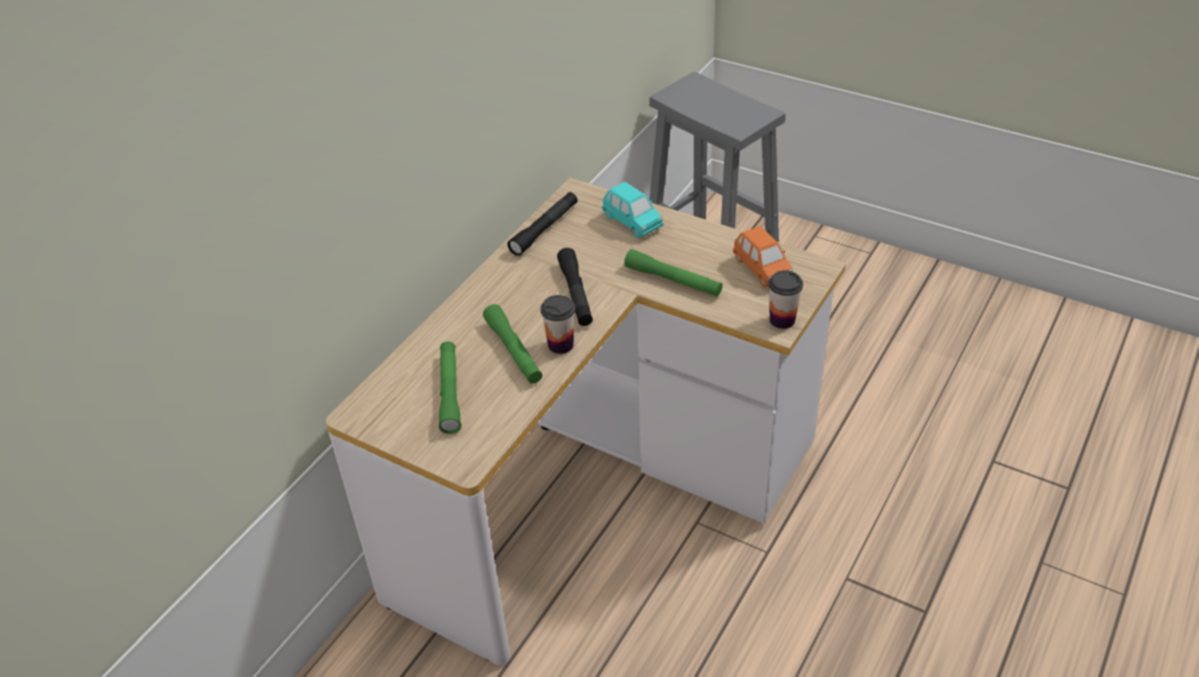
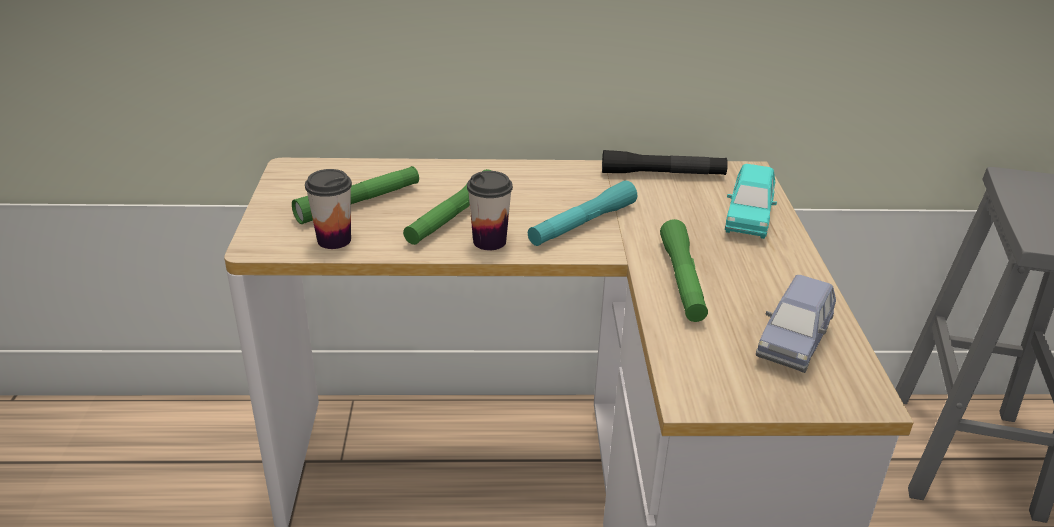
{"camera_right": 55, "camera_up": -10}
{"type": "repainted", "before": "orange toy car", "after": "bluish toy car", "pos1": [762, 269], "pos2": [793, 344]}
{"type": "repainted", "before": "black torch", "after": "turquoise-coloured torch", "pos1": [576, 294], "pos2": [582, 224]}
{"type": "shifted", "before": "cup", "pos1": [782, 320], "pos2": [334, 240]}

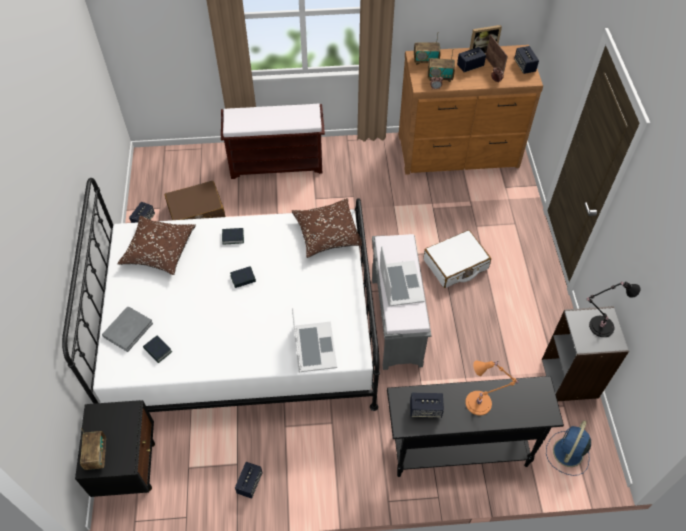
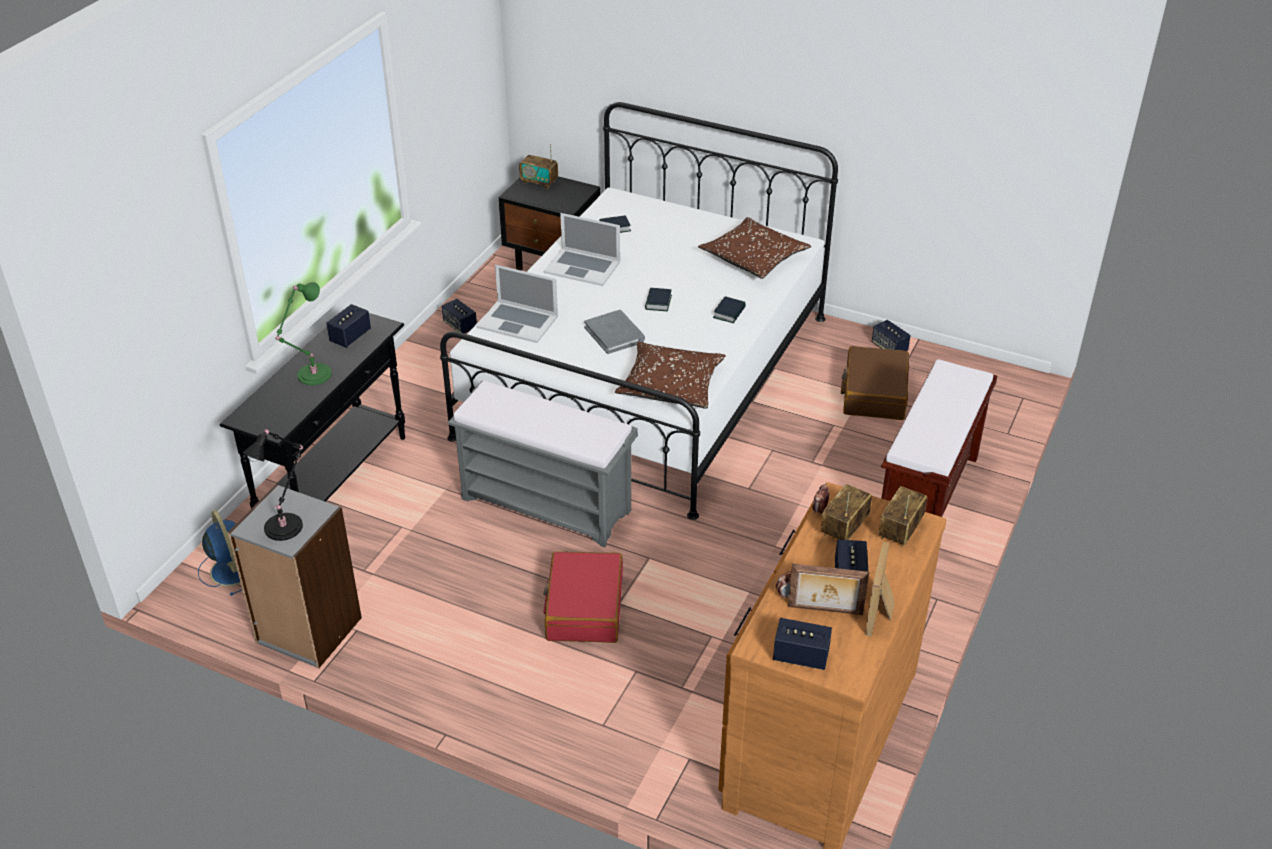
{"camera_right": 120, "camera_up": -15}
{"type": "repainted", "before": "white-coloured piece of luggage", "after": "red-coloured piece of luggage", "pos1": [455, 264], "pos2": [584, 608]}
{"type": "shifted", "before": "portable computer", "pos1": [401, 283], "pos2": [582, 267]}
{"type": "shifted", "before": "greyish volume", "pos1": [128, 330], "pos2": [614, 334]}
{"type": "repainted", "before": "orange table lamp", "after": "greenish table lamp", "pos1": [480, 403], "pos2": [312, 376]}

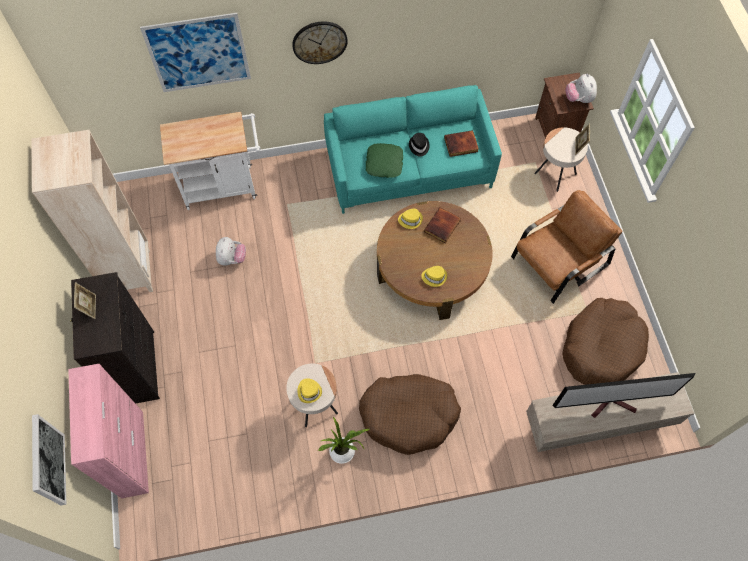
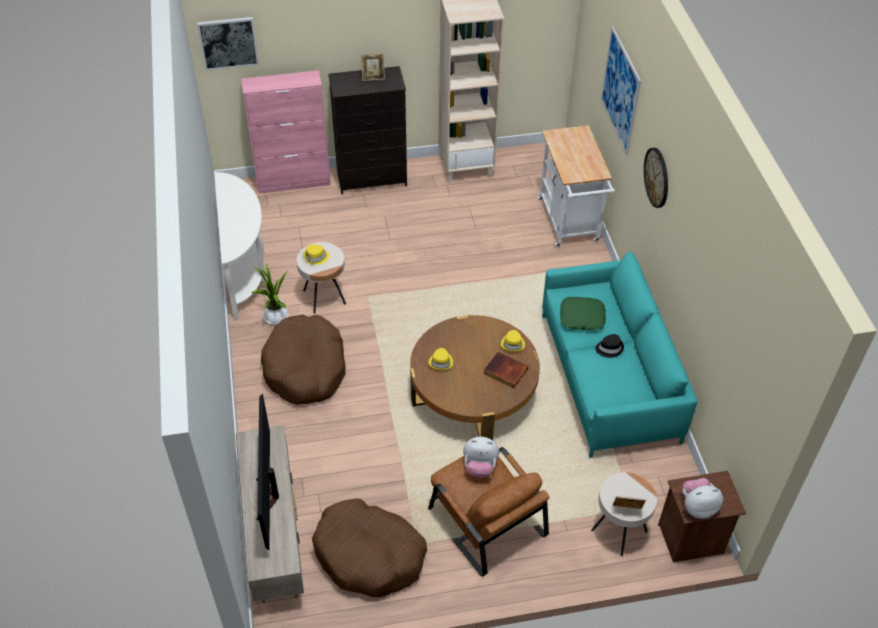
{"camera_right": 90, "camera_up": -15}
{"type": "gone", "before": "volume", "pos1": [461, 145]}
{"type": "shifted", "before": "cuddly toy", "pos1": [232, 258], "pos2": [480, 467]}
{"type": "new", "after": "white-coloured narrow table", "pos2": [247, 272]}

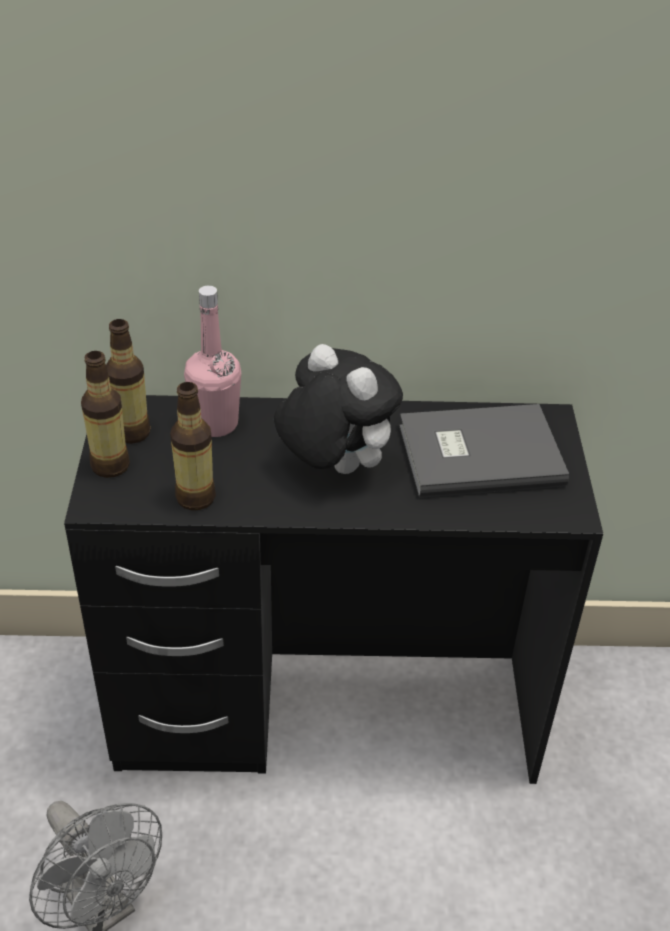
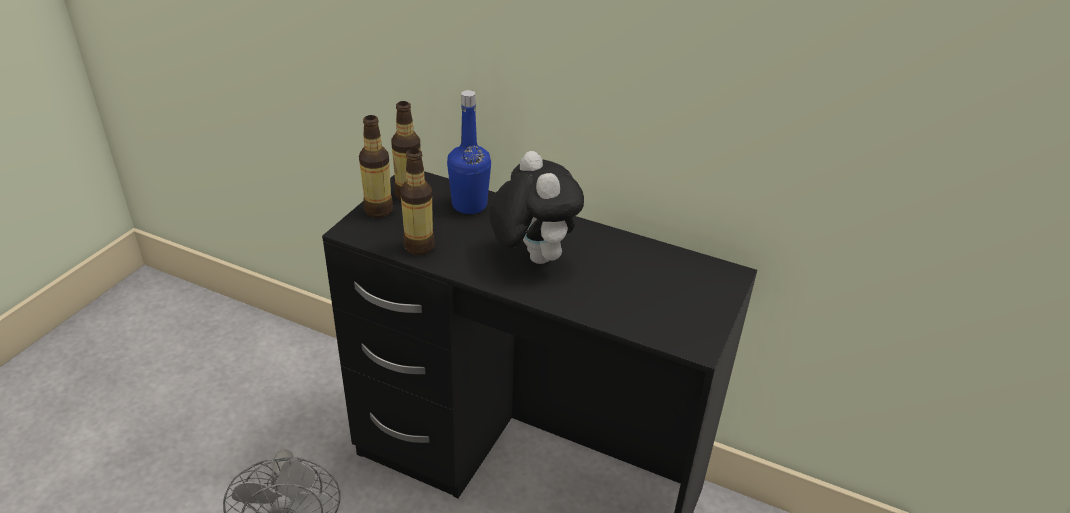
{"camera_right": 25, "camera_up": -5}
{"type": "repainted", "before": "pink beverage bottle", "after": "bluish beverage bottle", "pos1": [215, 424], "pos2": [469, 205]}
{"type": "gone", "before": "greyish volume", "pos1": [477, 452]}

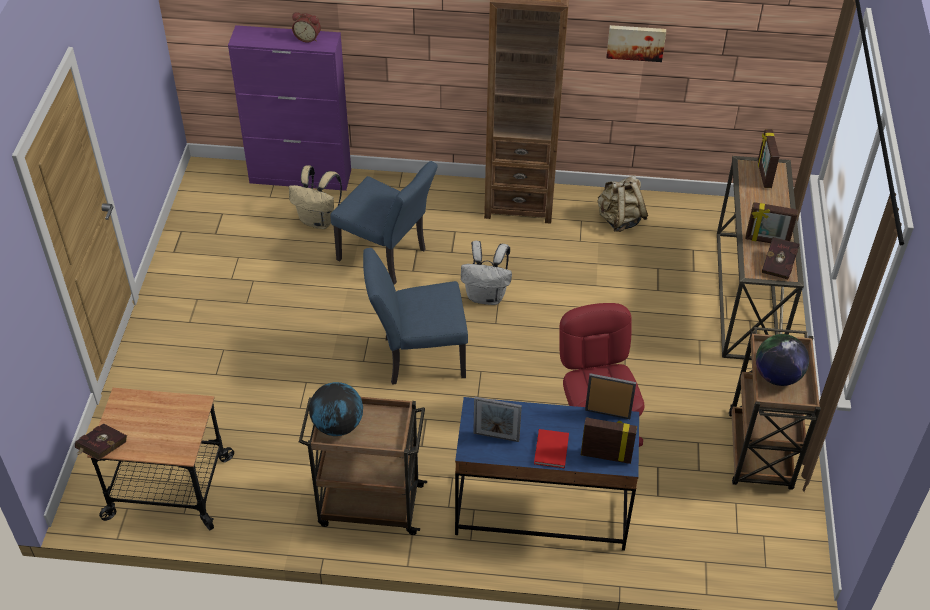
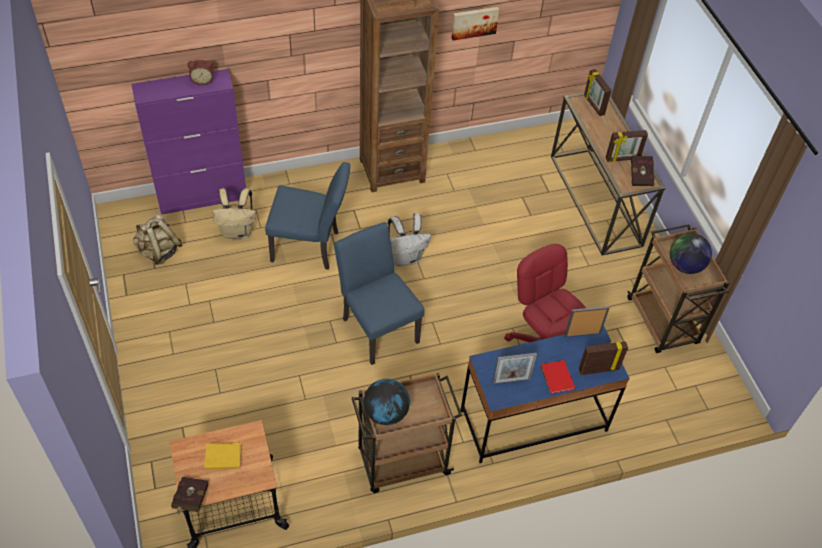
{"camera_right": -25, "camera_up": 5}
{"type": "shifted", "before": "sand-coloured rucksack", "pos1": [619, 220], "pos2": [159, 251]}
{"type": "rotated", "before": "bluish plain chair", "pos1": [417, 357], "pos2": [377, 326], "turn": 90}
{"type": "new", "after": "yellow volume", "pos2": [222, 456]}

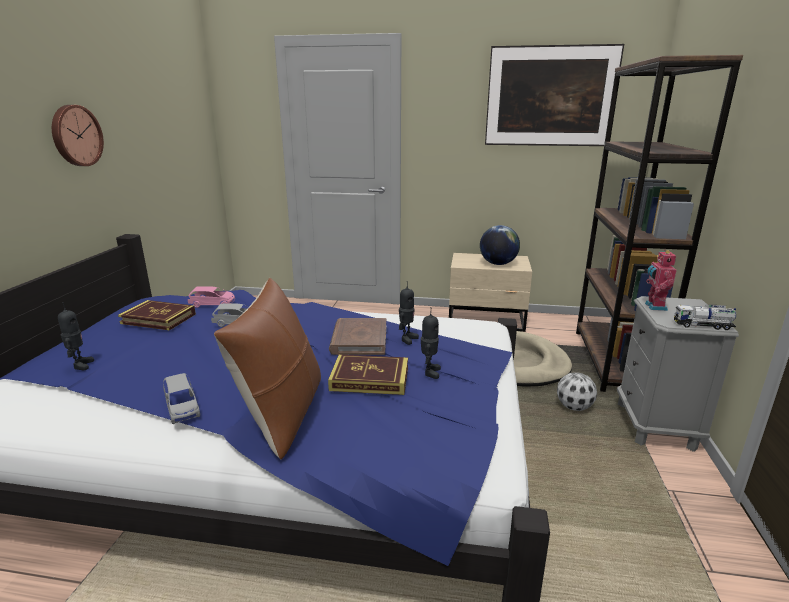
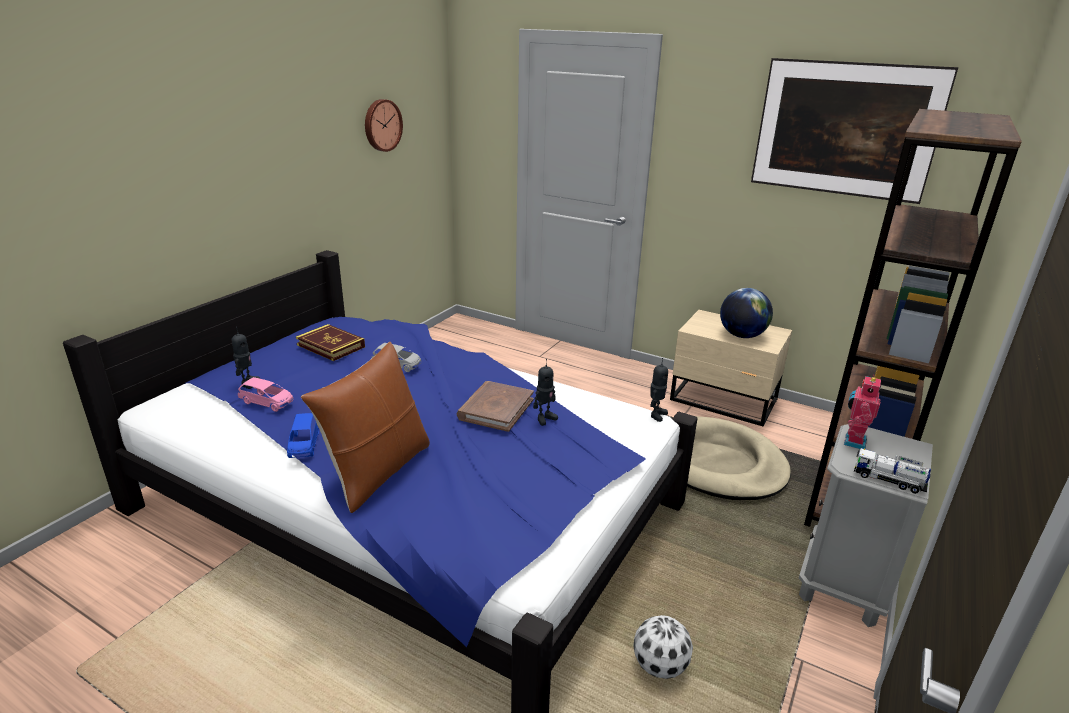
{"camera_right": 20, "camera_up": 5}
{"type": "shifted", "before": "hanging clock", "pos1": [75, 136], "pos2": [381, 125]}
{"type": "shifted", "before": "pink toy car", "pos1": [213, 304], "pos2": [267, 402]}
{"type": "shifted", "before": "toy robot", "pos1": [430, 372], "pos2": [656, 415]}
{"type": "gone", "before": "volume", "pos1": [370, 379]}
{"type": "shifted", "before": "ball for football", "pos1": [574, 407], "pos2": [660, 666]}
{"type": "repainted", "before": "greyish toy car", "after": "bluish toy car", "pos1": [182, 408], "pos2": [304, 445]}

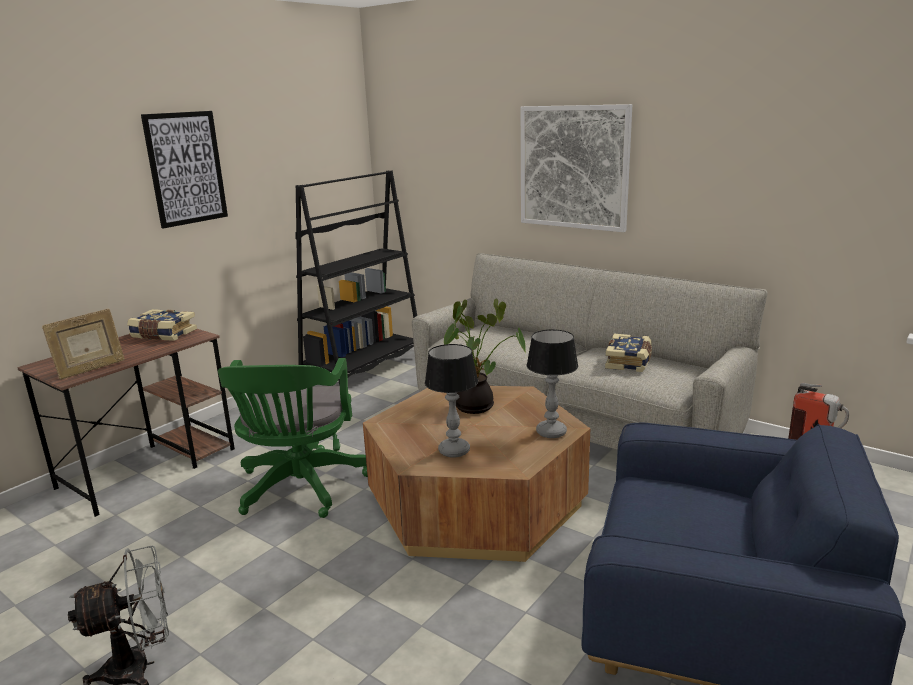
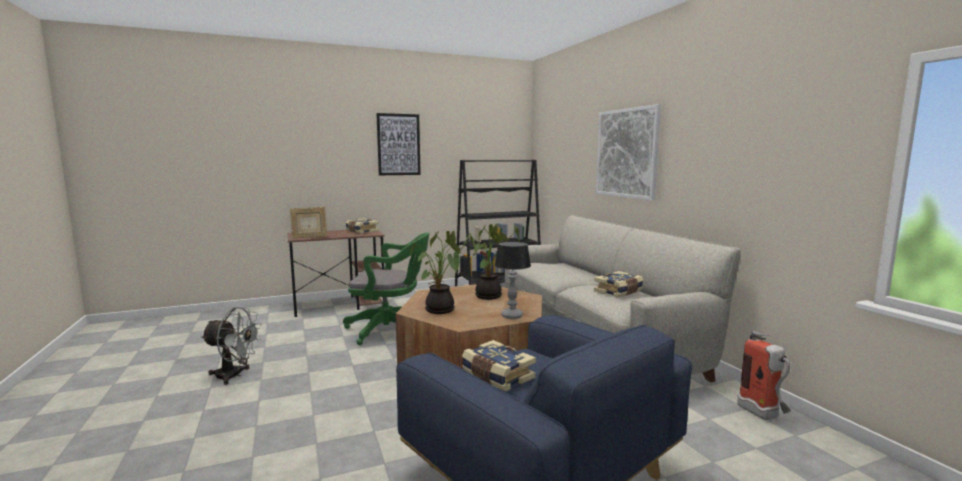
{"camera_right": 30, "camera_up": -10}
{"type": "swapped", "before": "table lamp", "after": "houseplant", "pos1": [454, 450], "pos2": [441, 311]}
{"type": "rotated", "before": "greenish office chair", "pos1": [299, 489], "pos2": [391, 330], "turn": -120}
{"type": "new", "after": "volume", "pos2": [496, 376]}

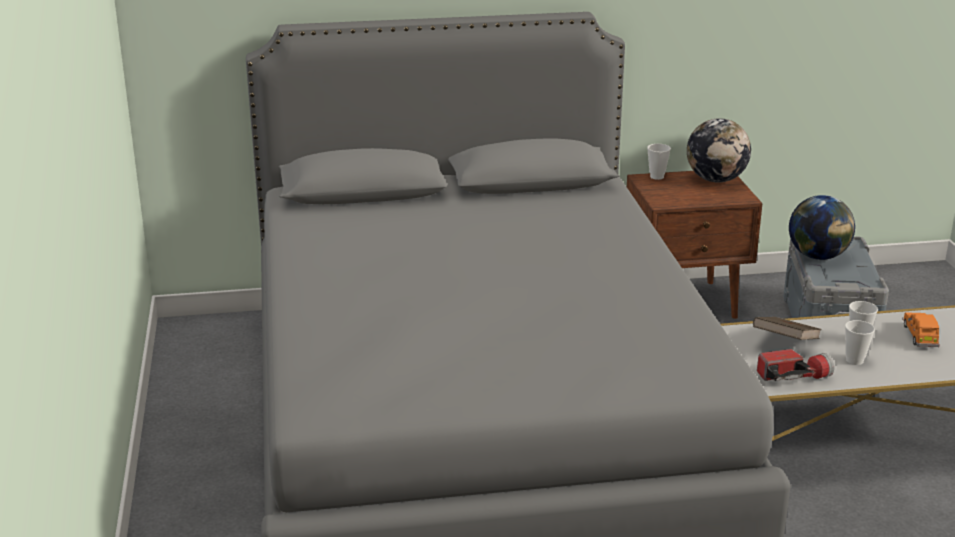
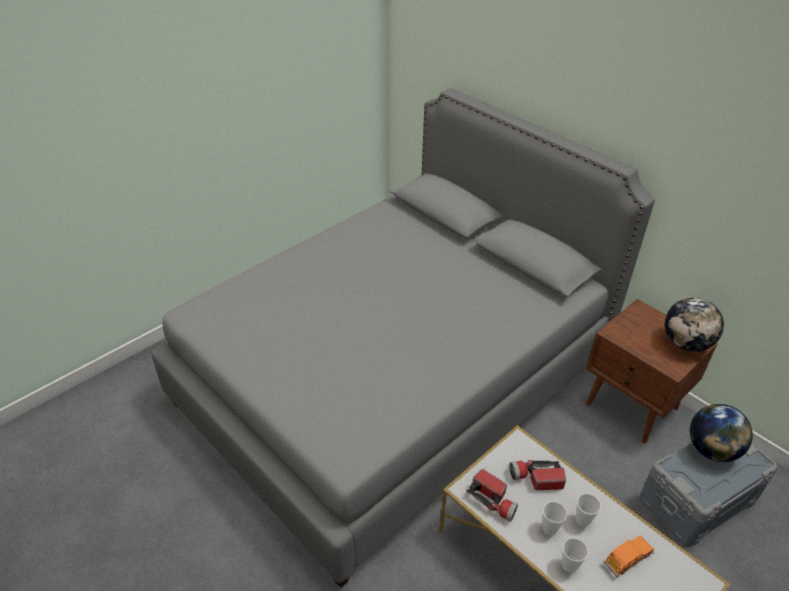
{"camera_right": 55, "camera_up": 15}
{"type": "shifted", "before": "cup", "pos1": [657, 177], "pos2": [569, 566]}
{"type": "swapped", "before": "brownish volume", "after": "torch", "pos1": [785, 343], "pos2": [536, 478]}

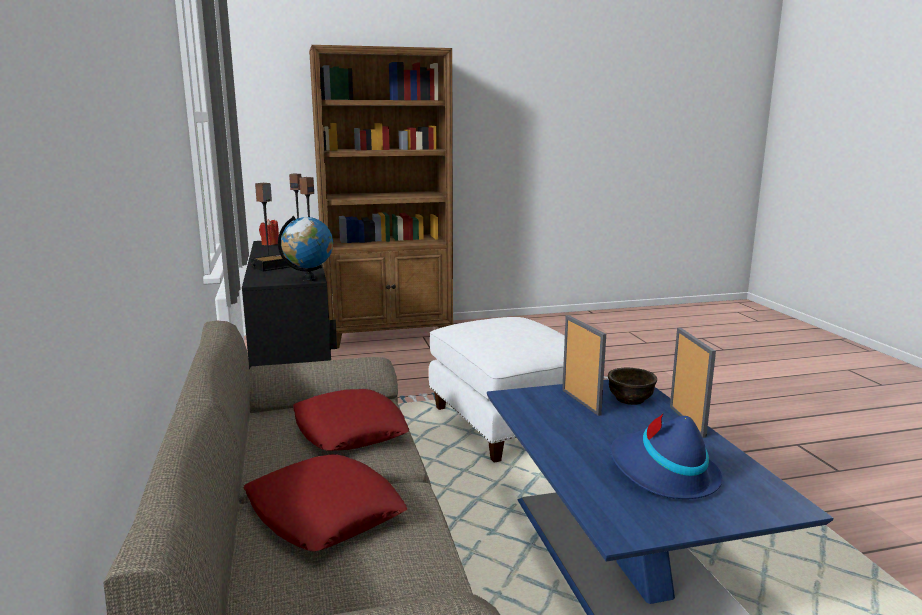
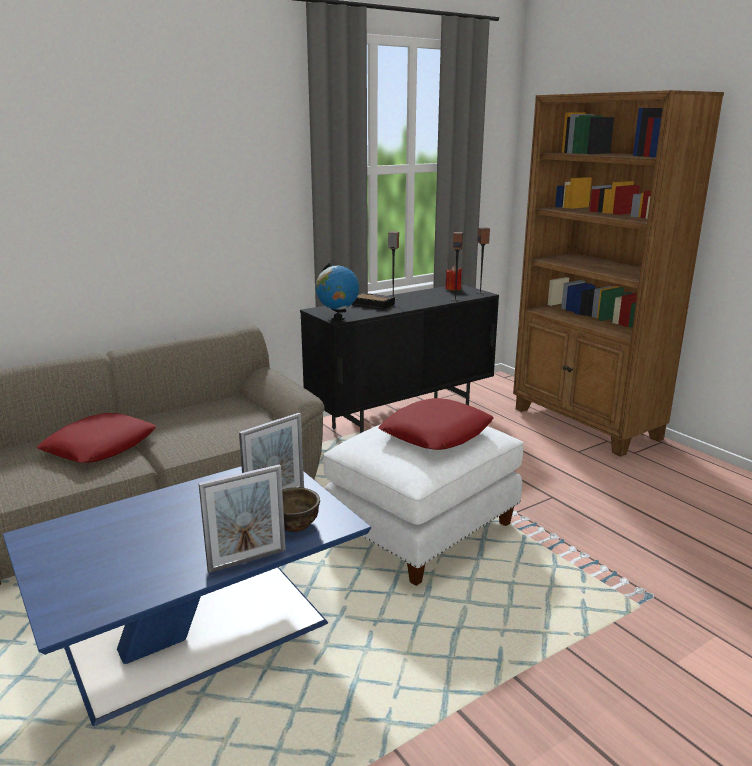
{"camera_right": 70, "camera_up": 5}
{"type": "shifted", "before": "red-coloured throw pillow", "pos1": [349, 430], "pos2": [436, 433]}
{"type": "gone", "before": "bluish hat", "pos1": [662, 473]}

